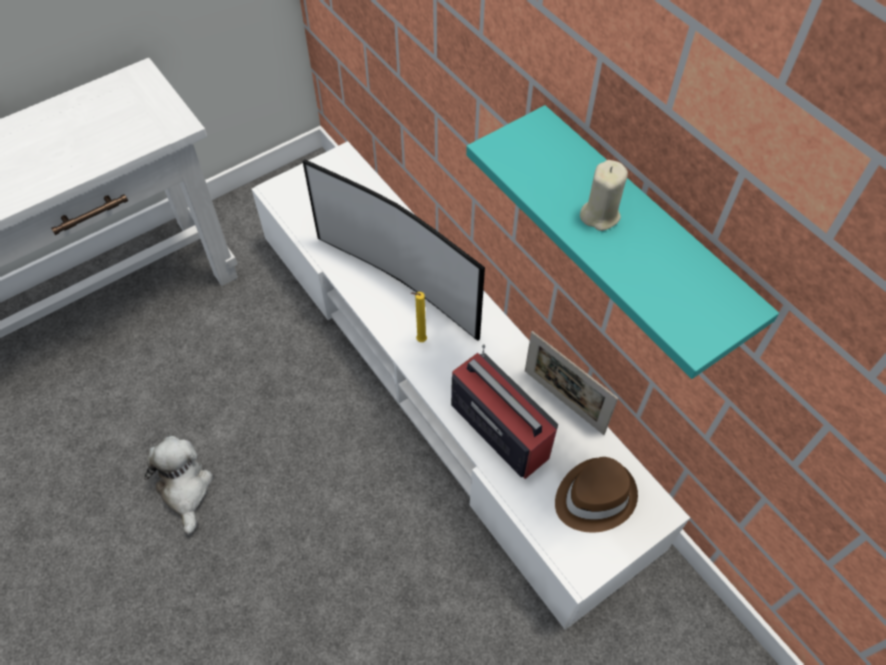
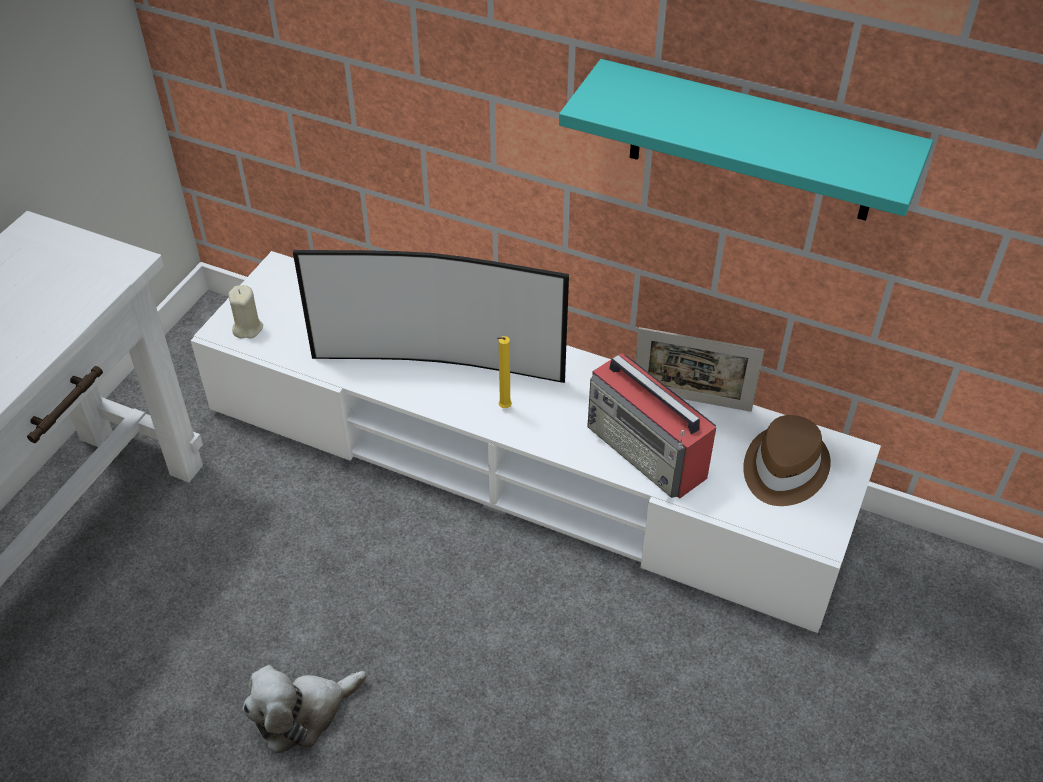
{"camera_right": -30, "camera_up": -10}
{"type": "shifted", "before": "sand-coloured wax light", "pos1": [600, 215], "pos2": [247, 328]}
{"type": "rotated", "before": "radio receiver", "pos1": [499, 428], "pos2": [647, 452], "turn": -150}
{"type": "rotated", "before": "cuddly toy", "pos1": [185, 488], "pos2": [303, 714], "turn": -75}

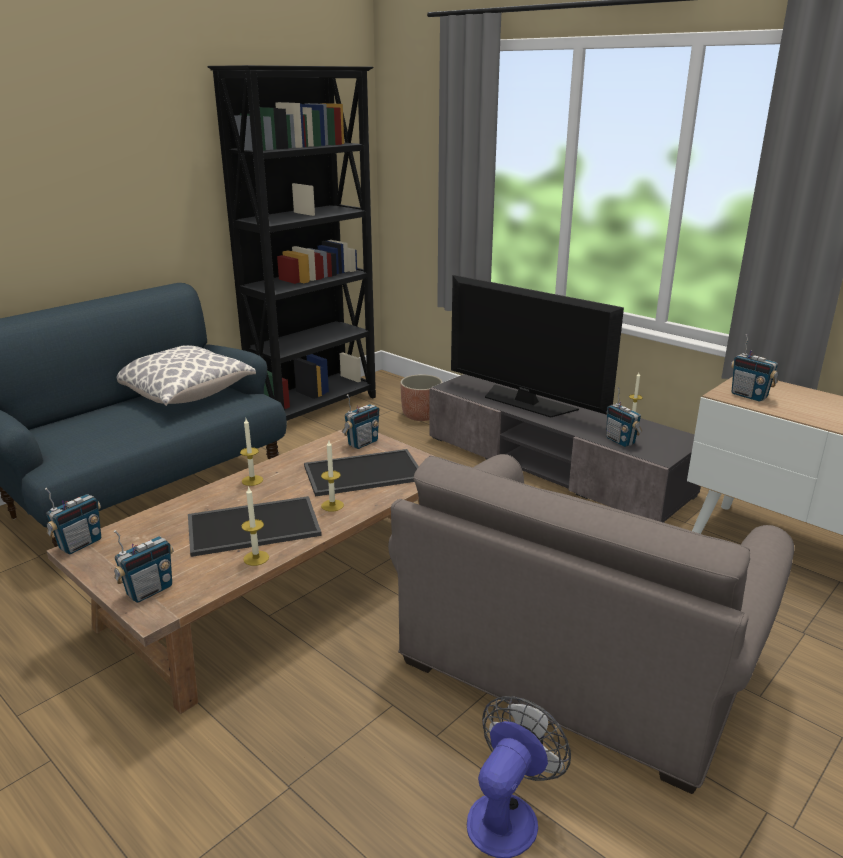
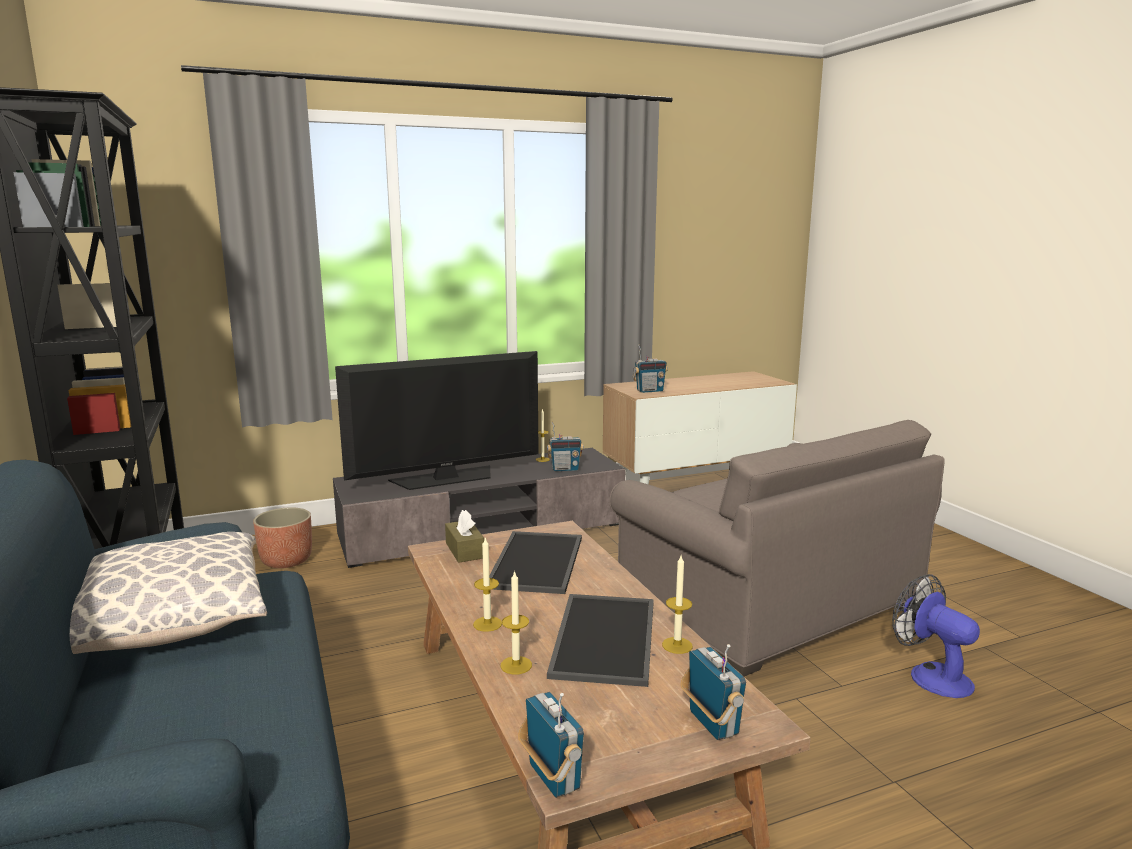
{"camera_right": -65, "camera_up": -10}
{"type": "swapped", "before": "radio receiver", "after": "brownish box of tissues", "pos1": [362, 443], "pos2": [464, 550]}
{"type": "shifted", "before": "wax light", "pos1": [332, 505], "pos2": [516, 665]}

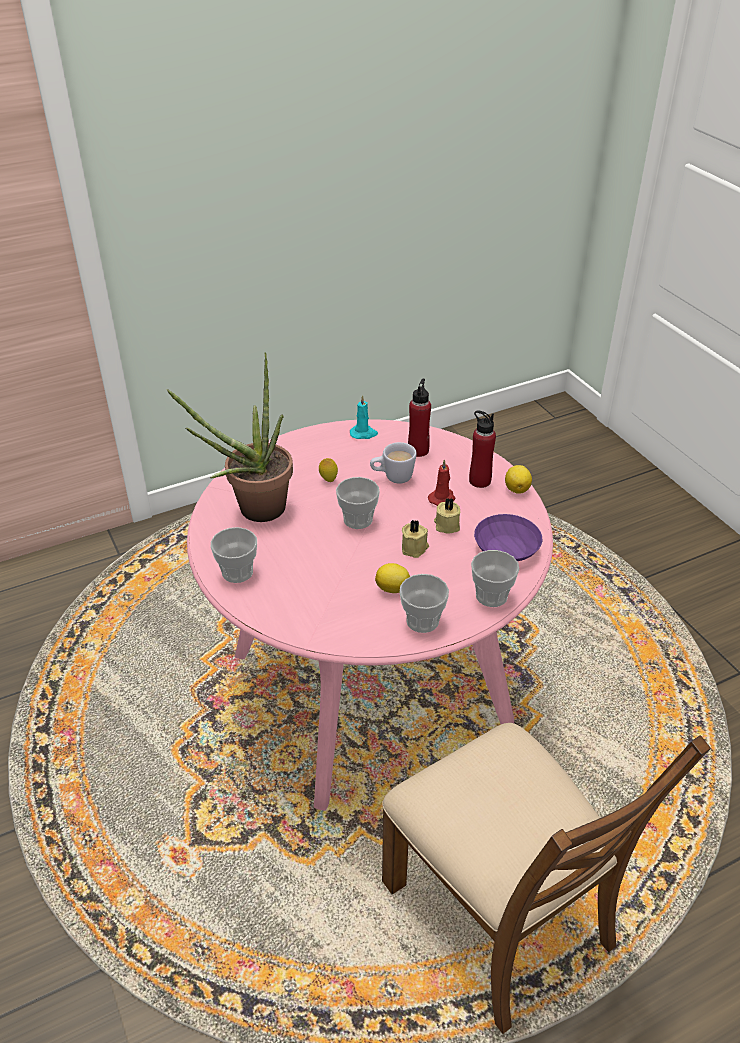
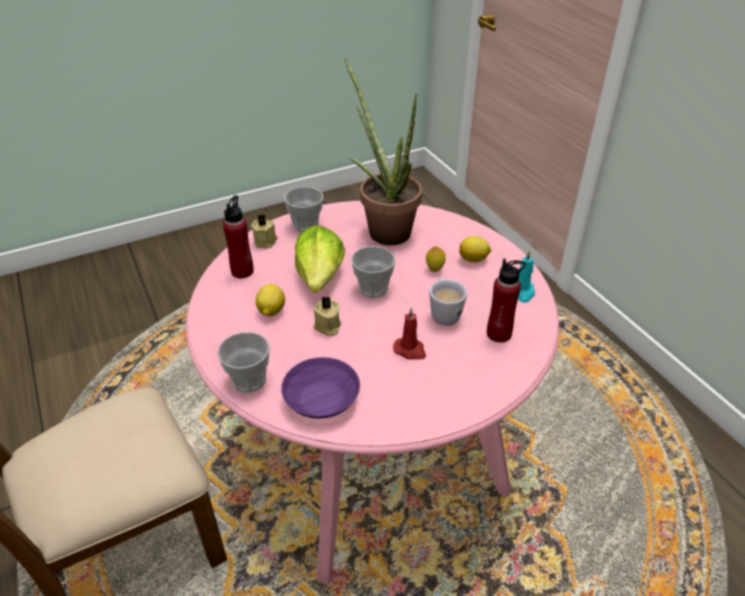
{"camera_right": 90, "camera_up": 0}
{"type": "shifted", "before": "red-coloured beverage bottle", "pos1": [479, 481], "pos2": [242, 271]}
{"type": "shifted", "before": "citrus fruit", "pos1": [517, 489], "pos2": [474, 259]}
{"type": "shifted", "before": "sand-coloured wax light", "pos1": [446, 525], "pos2": [266, 241]}
{"type": "gone", "before": "cup", "pos1": [422, 621]}
{"type": "new", "after": "lettuce head", "pos2": [320, 277]}

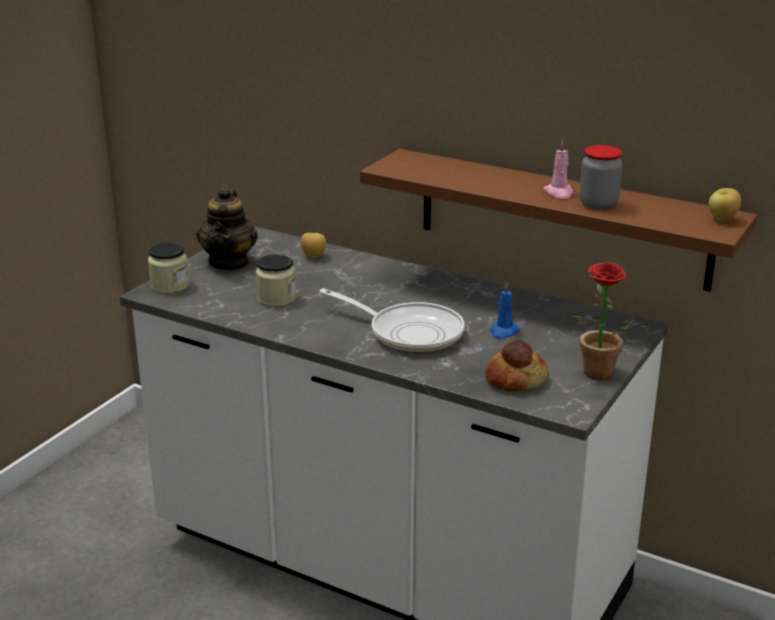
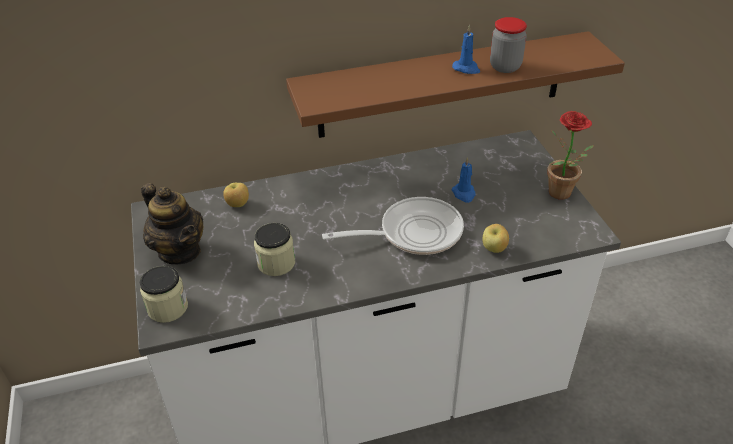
{"camera_right": -45, "camera_up": 15}
{"type": "repainted", "before": "pink wax light", "after": "bluish wax light", "pos1": [559, 193], "pos2": [466, 68]}
{"type": "shifted", "before": "apple", "pos1": [723, 220], "pos2": [494, 249]}
{"type": "gone", "before": "bread", "pos1": [515, 379]}

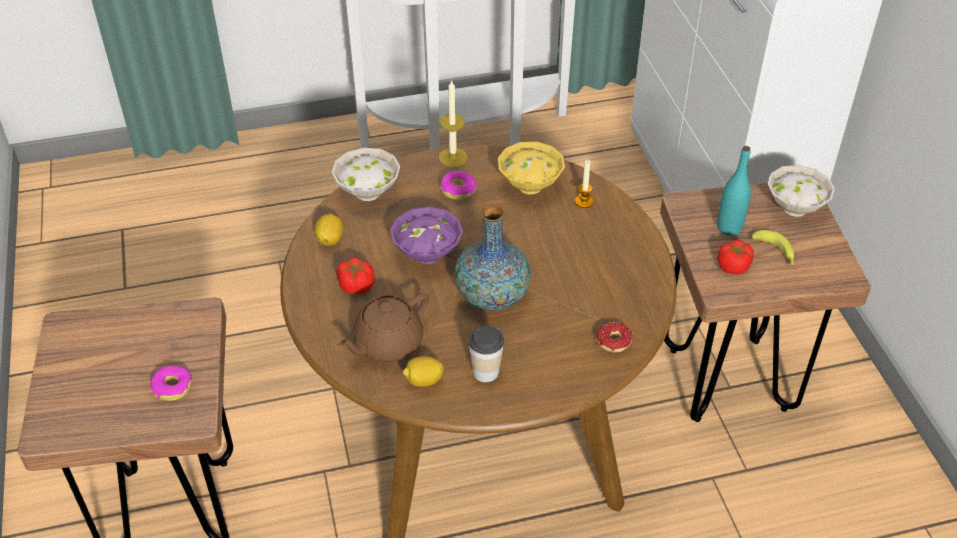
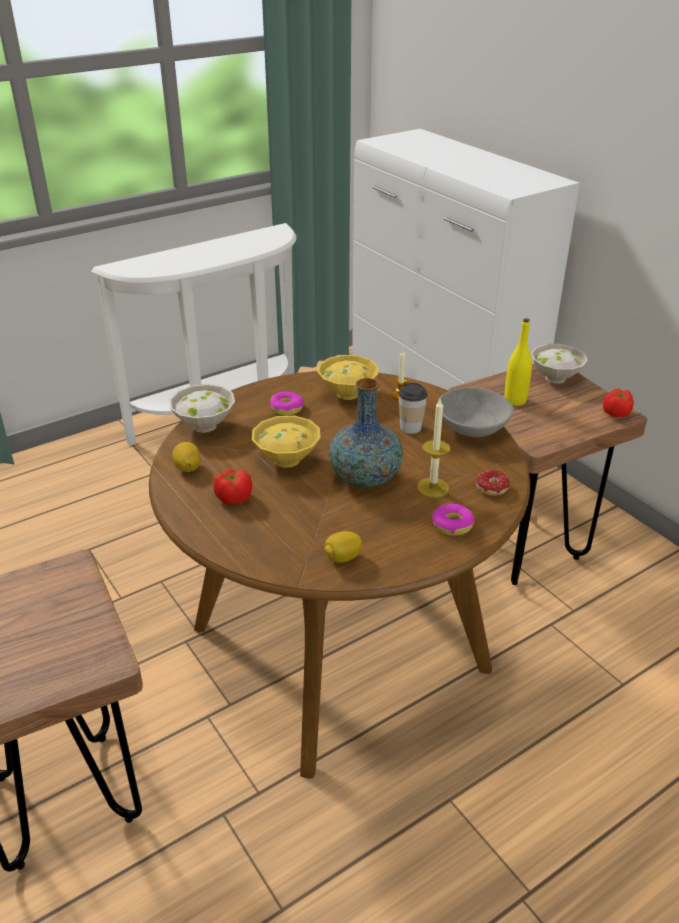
{"camera_right": -20, "camera_up": -10}
{"type": "shifted", "before": "wax light", "pos1": [453, 157], "pos2": [433, 487]}
{"type": "repainted", "before": "turquoise-coloured beverage bottle", "after": "yellow beverage bottle", "pos1": [729, 228], "pos2": [515, 400]}
{"type": "repainted", "before": "purplish bowl", "after": "yellow bowl", "pos1": [428, 255], "pos2": [288, 460]}
{"type": "gone", "before": "whole banana", "pos1": [776, 252]}
{"type": "shifted", "before": "tomato", "pos1": [733, 267], "pos2": [616, 413]}
{"type": "gone", "before": "brownish tea pot", "pos1": [387, 343]}
{"type": "shifted", "before": "cup", "pos1": [486, 372], "pos2": [410, 427]}
{"type": "shifted", "before": "ring doughnut", "pos1": [172, 387], "pos2": [452, 525]}
{"type": "new", "after": "greyish bowl", "pos2": [472, 428]}

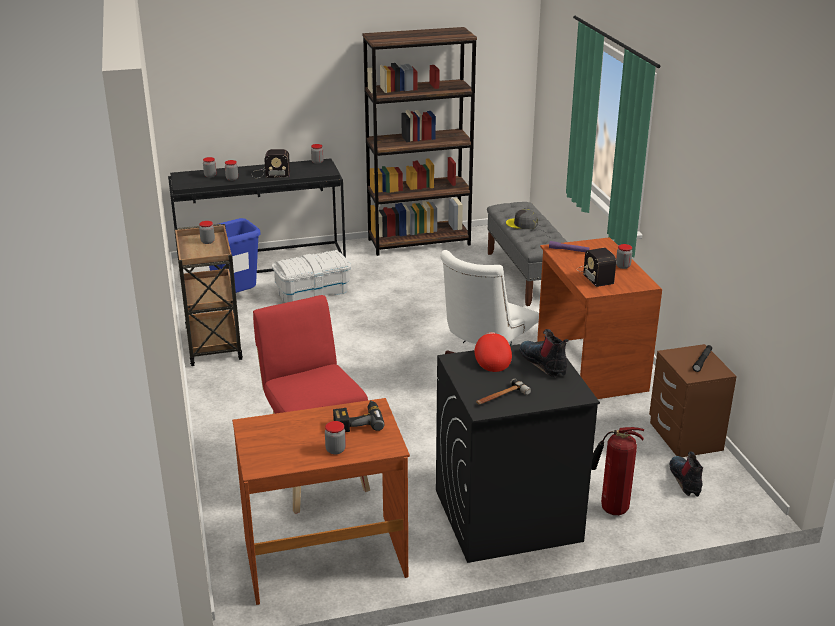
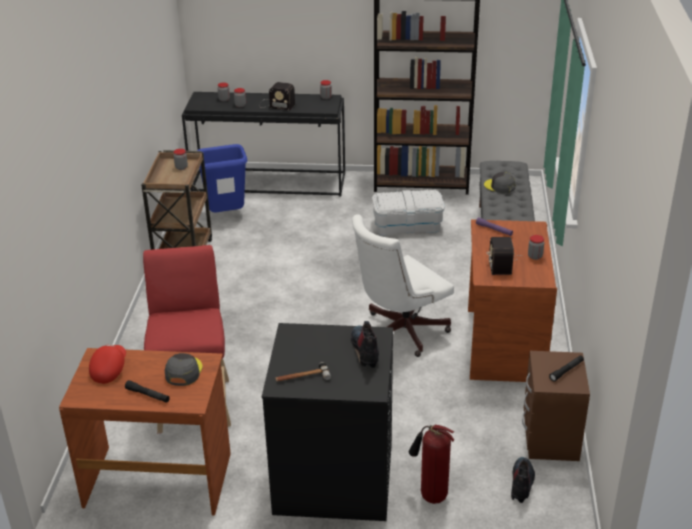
{"camera_right": 20, "camera_up": 5}
{"type": "shifted", "before": "white-coloured storage container", "pos1": [312, 291], "pos2": [407, 225]}
{"type": "shifted", "before": "red-coloured peaked cap", "pos1": [491, 360], "pos2": [109, 369]}
{"type": "swapped", "before": "electric drill", "after": "greyish peaked cap", "pos1": [357, 421], "pos2": [183, 372]}
{"type": "swapped", "before": "storage jar", "after": "black torch", "pos1": [335, 450], "pos2": [148, 395]}

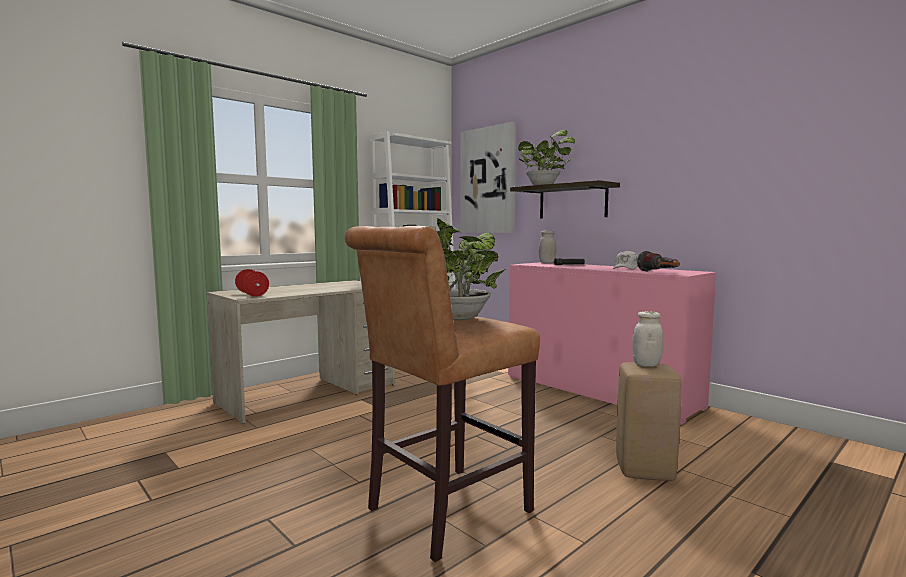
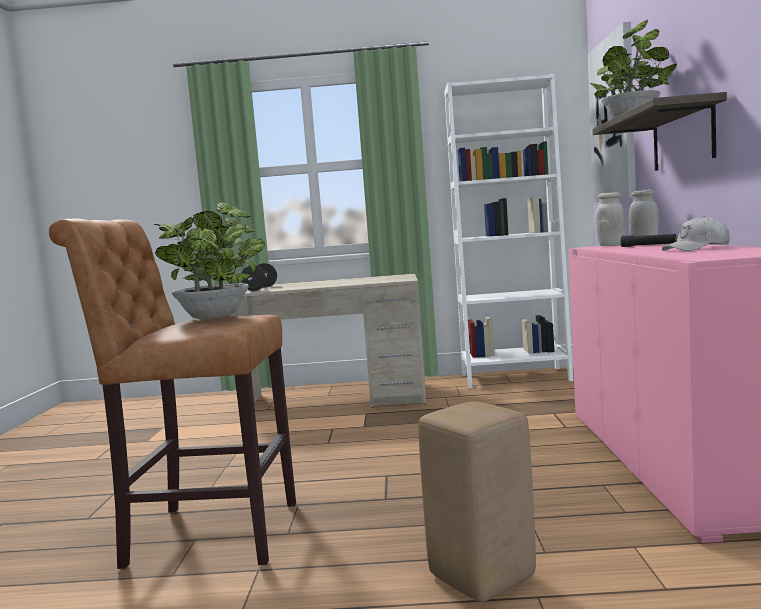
{"camera_right": 45, "camera_up": 0}
{"type": "gone", "before": "torch", "pos1": [659, 273]}
{"type": "repainted", "before": "red-coloured free weight", "after": "black free weight", "pos1": [252, 294], "pos2": [260, 289]}
{"type": "shifted", "before": "white-coloured storage jar", "pos1": [646, 364], "pos2": [611, 245]}

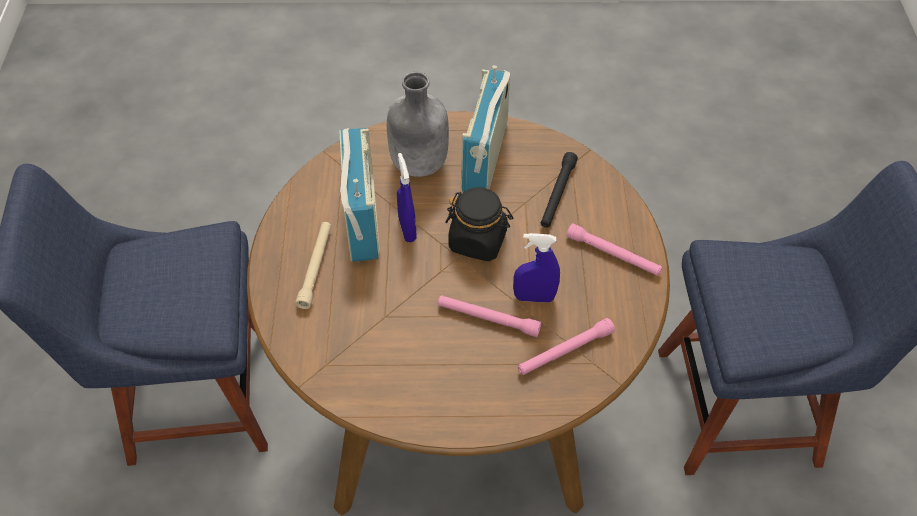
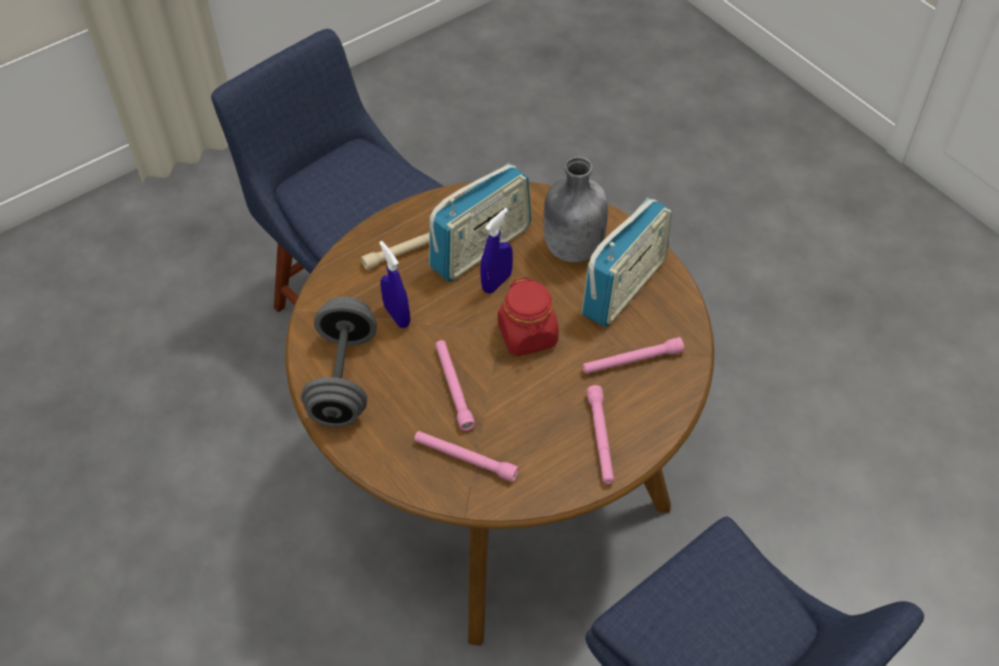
{"camera_right": 55, "camera_up": 0}
{"type": "rotated", "before": "radio receiver", "pos1": [485, 157], "pos2": [624, 287], "turn": 150}
{"type": "repainted", "before": "black torch", "after": "pink torch", "pos1": [557, 194], "pos2": [632, 361]}
{"type": "repainted", "before": "black storage jar", "after": "red-coloured storage jar", "pos1": [478, 241], "pos2": [528, 335]}
{"type": "shifted", "before": "bluish sprayer", "pos1": [534, 297], "pos2": [397, 316]}
{"type": "new", "after": "greyish free weight", "pos2": [343, 378]}

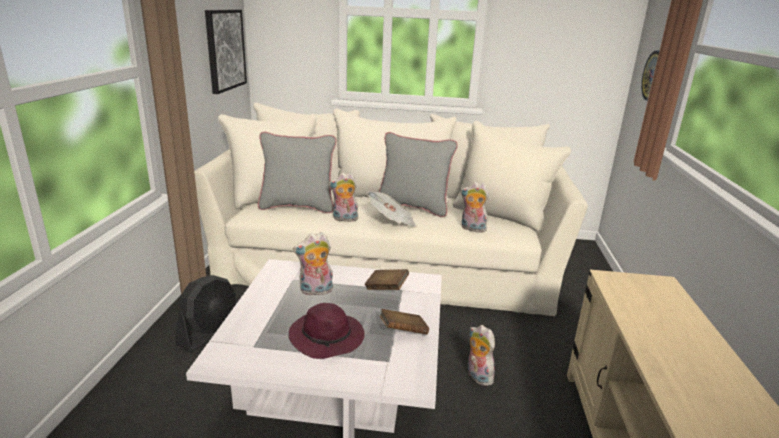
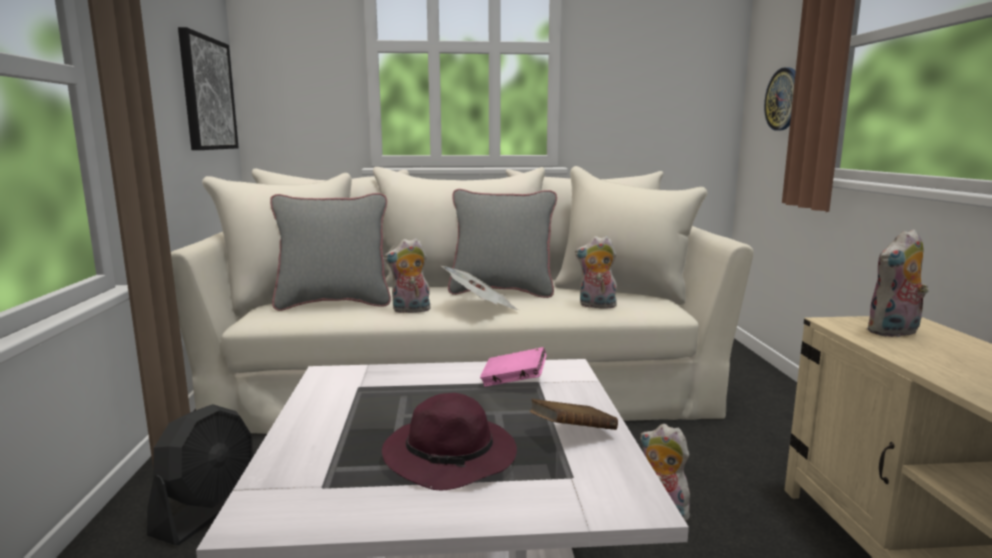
{"camera_right": -10, "camera_up": -10}
{"type": "shifted", "before": "cuddly toy", "pos1": [315, 291], "pos2": [894, 332]}
{"type": "repainted", "before": "brownish volume", "after": "pink volume", "pos1": [386, 288], "pos2": [513, 382]}

